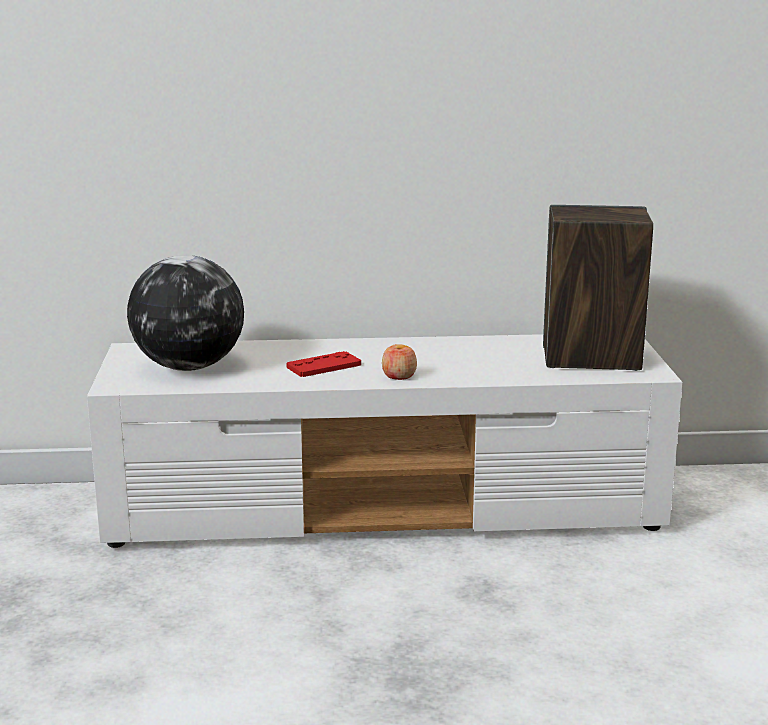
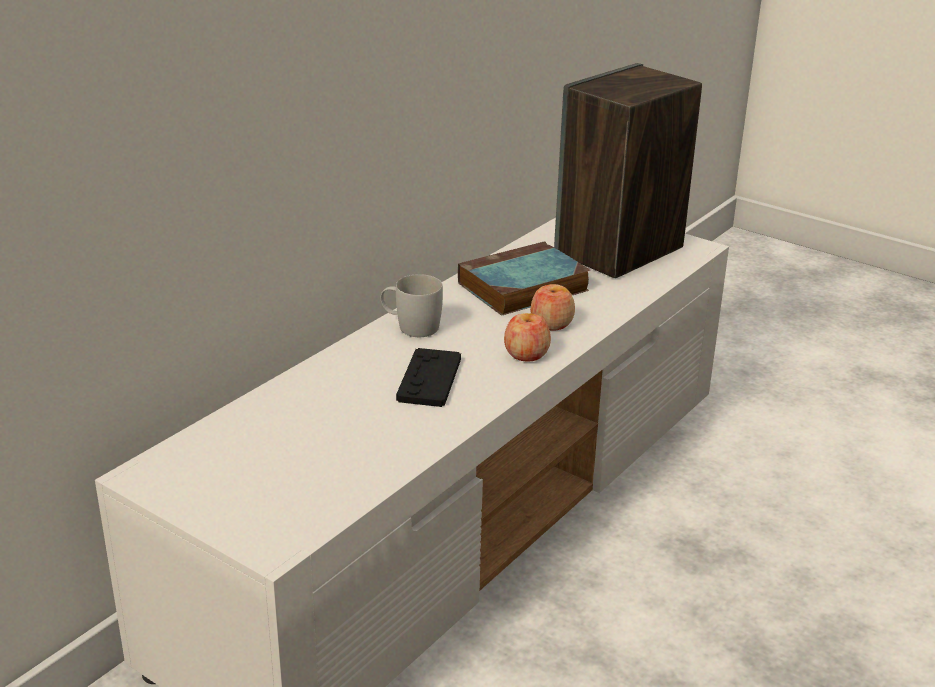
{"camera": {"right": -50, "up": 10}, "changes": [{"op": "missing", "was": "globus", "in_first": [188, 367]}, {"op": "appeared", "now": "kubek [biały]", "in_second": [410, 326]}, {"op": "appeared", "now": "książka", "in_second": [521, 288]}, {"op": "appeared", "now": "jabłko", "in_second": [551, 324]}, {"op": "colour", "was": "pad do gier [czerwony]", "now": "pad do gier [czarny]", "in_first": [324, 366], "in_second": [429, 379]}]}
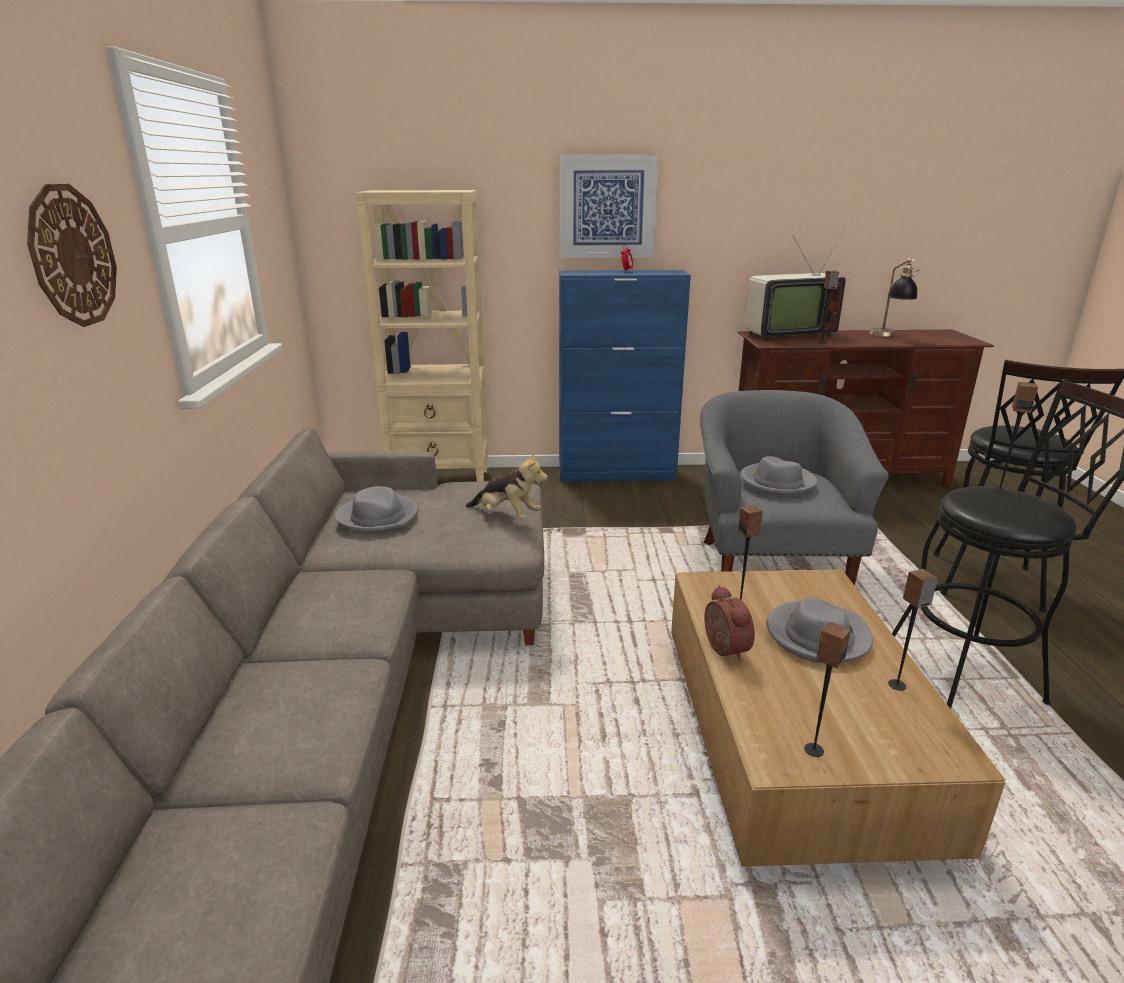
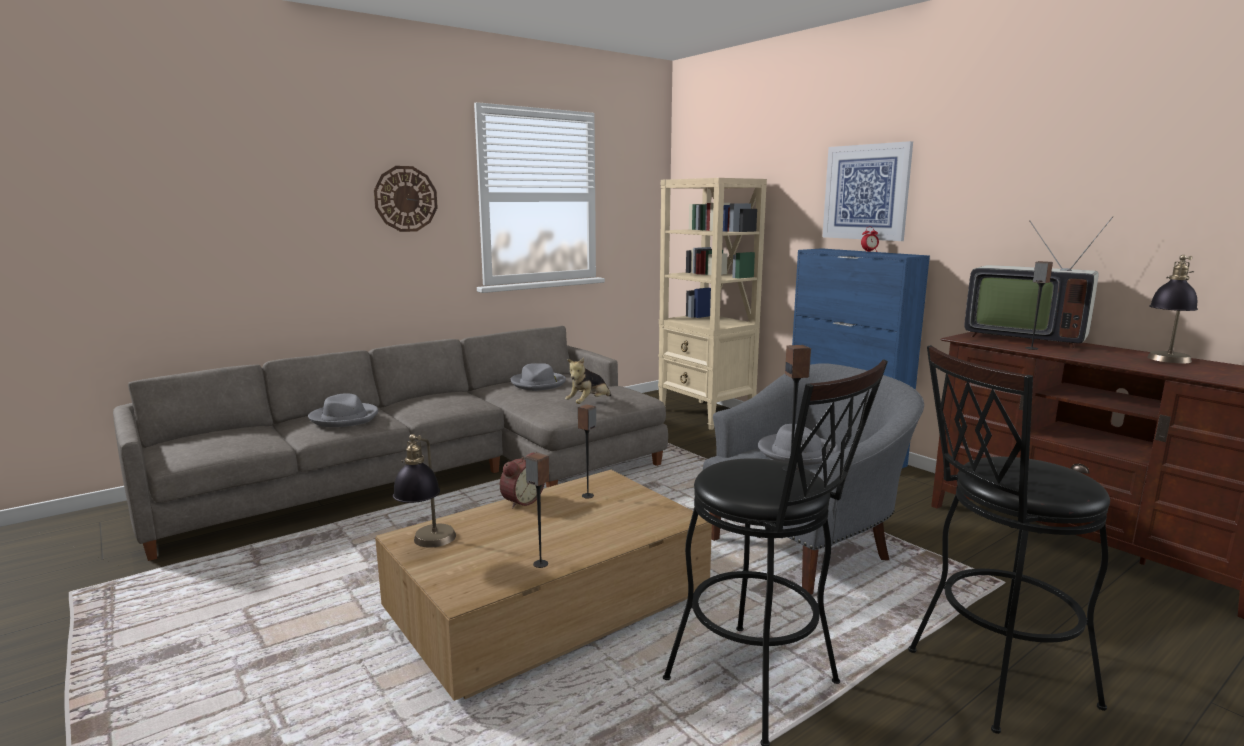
{"camera": {"right": 55, "up": -10}, "changes": [{"op": "relocated", "was": "kapelusz [szary]", "in_first": [817, 636], "in_second": [345, 418]}, {"op": "exchanged", "was": "głośnik", "now": "lampa stołowa", "in_first": [813, 750], "in_second": [428, 546]}, {"op": "spun", "was": "pluszak", "in_first": [506, 515], "in_second": [589, 404], "clockwise": 45}]}
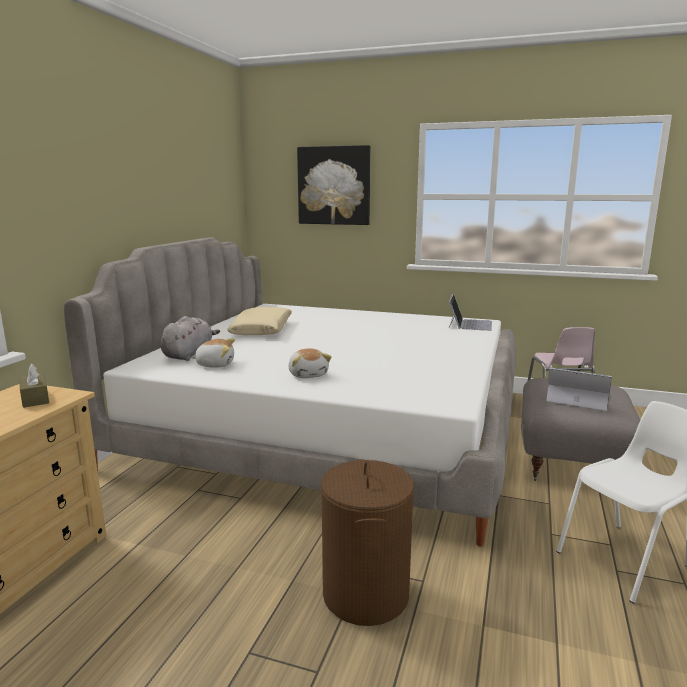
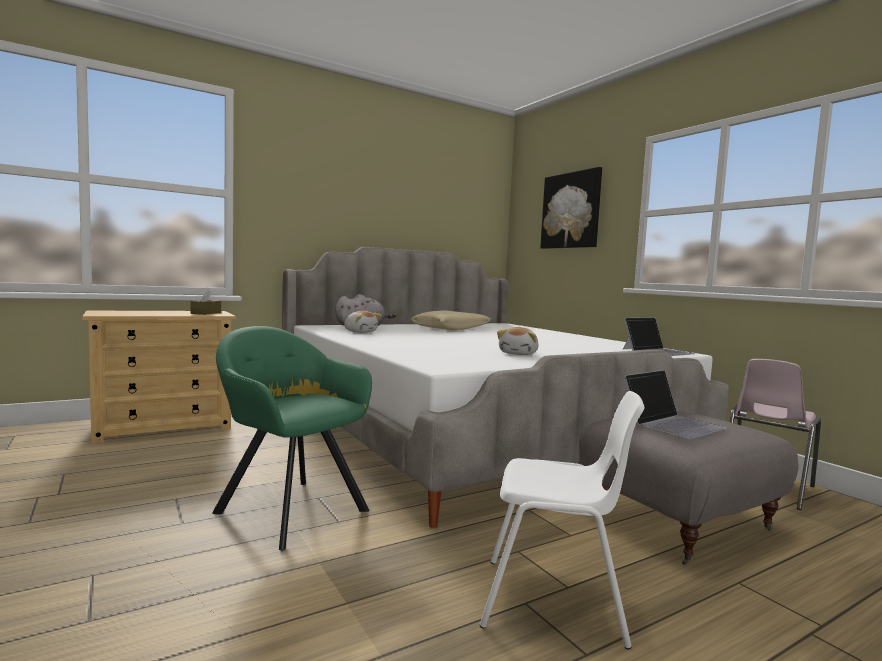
{"camera": {"right": 40, "up": -10}, "changes": [{"op": "relocated", "was": "pluszak", "in_first": [308, 374], "in_second": [519, 354]}, {"op": "exchanged", "was": "kosz na pranie [brązowy]", "now": "fotel [zielony]", "in_first": [365, 594], "in_second": [289, 508]}, {"op": "spun", "was": "laptop", "in_first": [577, 397], "in_second": [672, 424], "clockwise": 75}]}
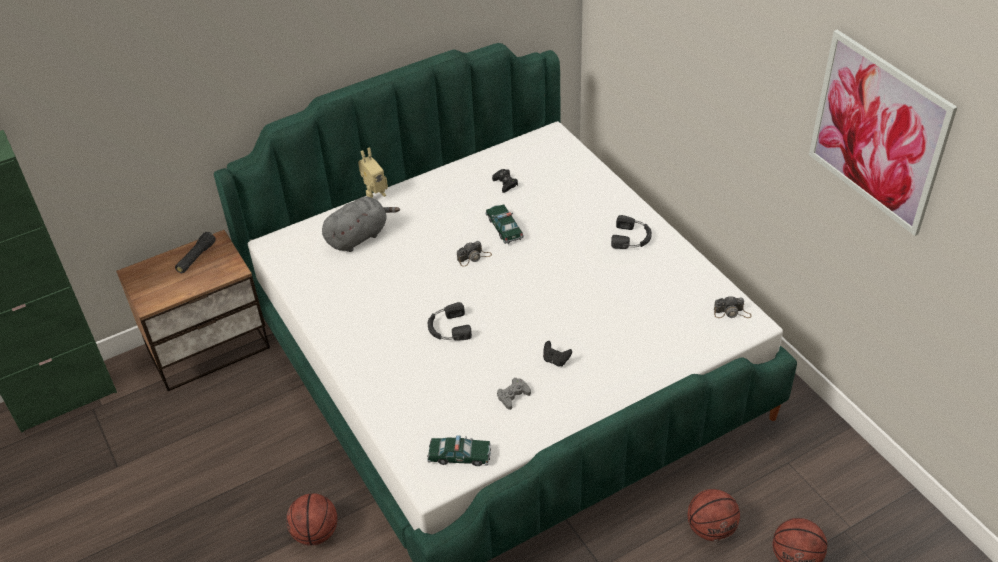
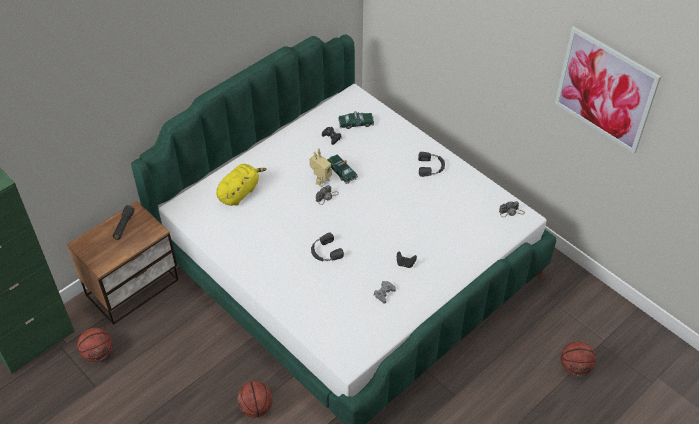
{"camera": {"right": -15, "up": 5}, "changes": [{"op": "relocated", "was": "robot zabawkowy", "in_first": [374, 195], "in_second": [320, 180]}, {"op": "relocated", "was": "samochodzik", "in_first": [459, 456], "in_second": [356, 123]}, {"op": "relocated", "was": "piłka do koszykówki", "in_first": [711, 529], "in_second": [98, 353]}, {"op": "colour", "was": "pluszak [szary]", "now": "pluszak [żółty]", "in_first": [359, 236], "in_second": [239, 192]}]}
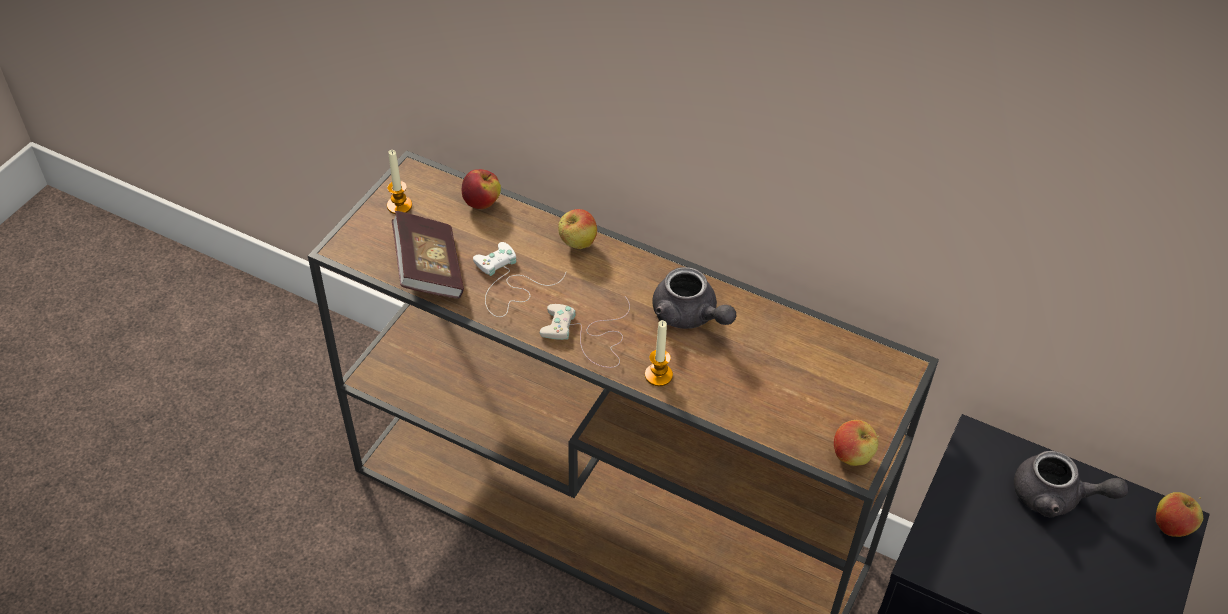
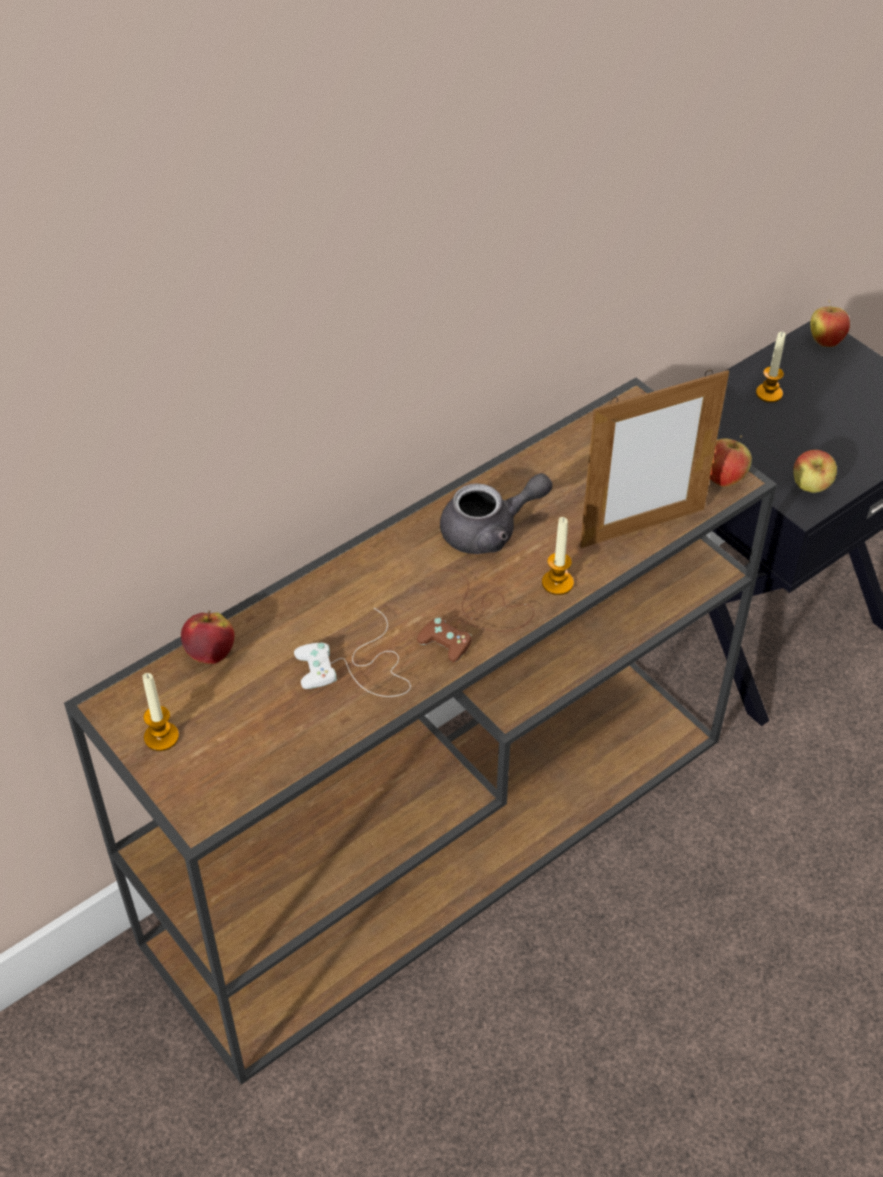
{"camera": {"right": -65, "up": 0}, "changes": [{"op": "missing", "was": "książka", "in_first": [429, 270]}, {"op": "appeared", "now": "ramka na zdjęcie", "in_second": [642, 527]}, {"op": "relocated", "was": "jabłko", "in_first": [577, 244], "in_second": [810, 488]}, {"op": "exchanged", "was": "imbryk [szary]", "now": "świeca", "in_first": [1056, 497], "in_second": [769, 393]}, {"op": "colour", "was": "pad do gier [biały]", "now": "pad do gier [brązowy]", "in_first": [589, 336], "in_second": [475, 621]}]}
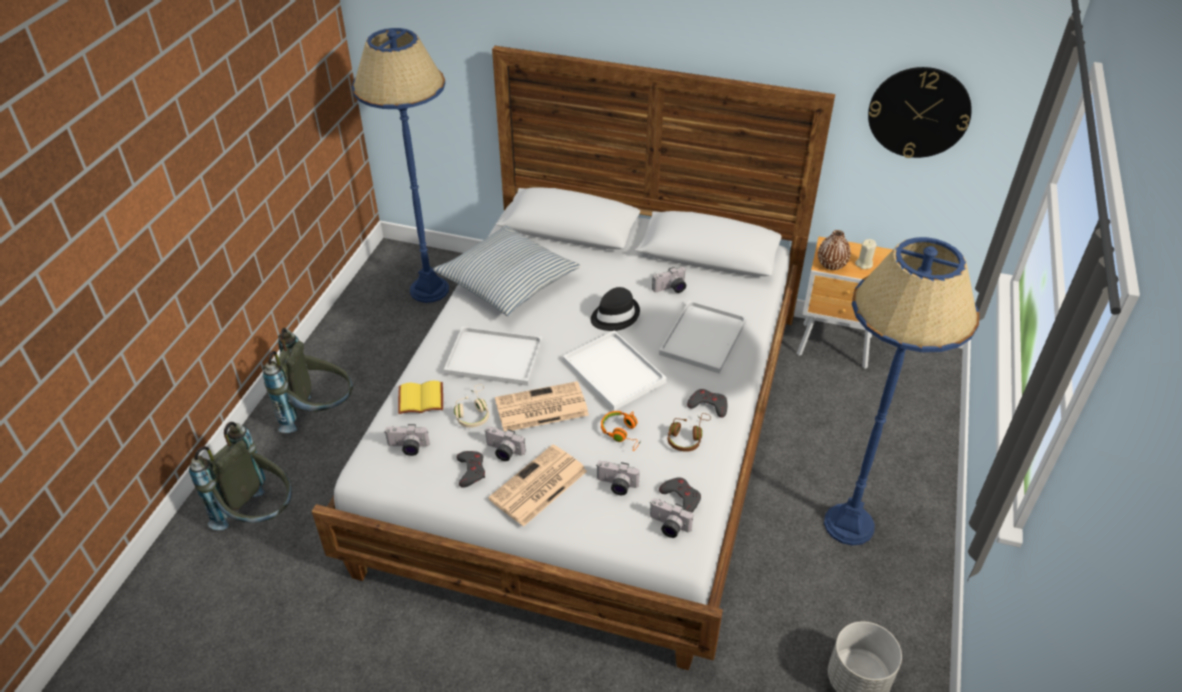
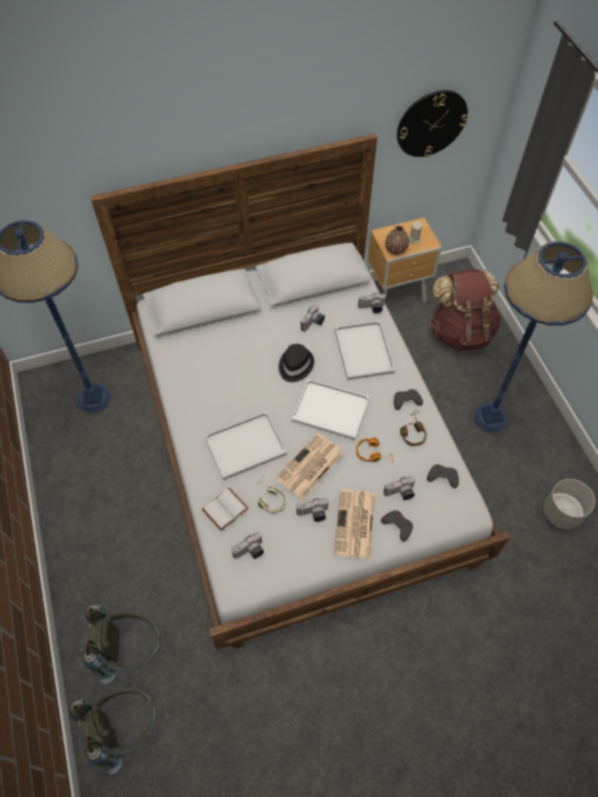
{"camera": {"right": -35, "up": 15}, "changes": [{"op": "missing", "was": "poduszka", "in_first": [507, 281]}, {"op": "appeared", "now": "plecak [brązowy]", "in_second": [460, 332]}, {"op": "relocated", "was": "plecak [szary]", "in_first": [319, 414], "in_second": [125, 728]}, {"op": "relocated", "was": "pad do gier [szary]", "in_first": [471, 471], "in_second": [397, 525]}, {"op": "relocated", "was": "aparat fotograficzny", "in_first": [668, 527], "in_second": [372, 308]}, {"op": "colour", "was": "książka [żółty]", "now": "książka [biały]", "in_first": [420, 400], "in_second": [225, 510]}]}
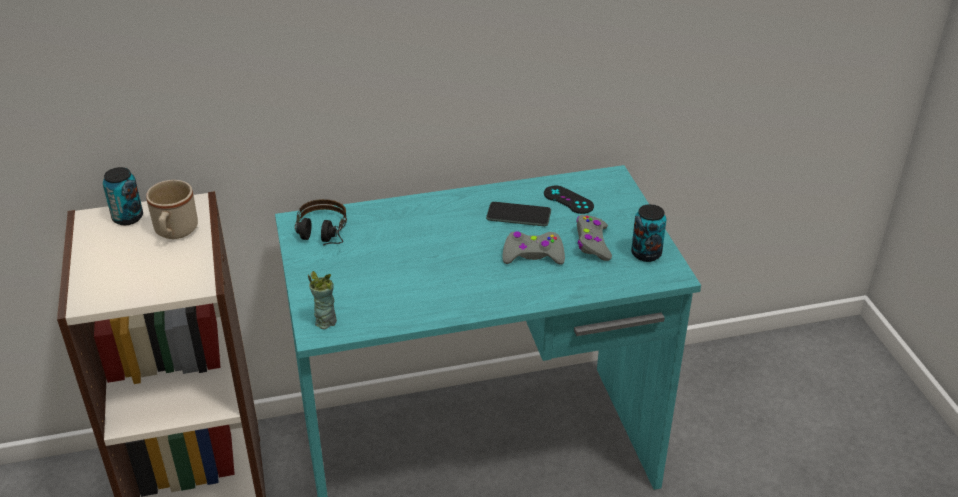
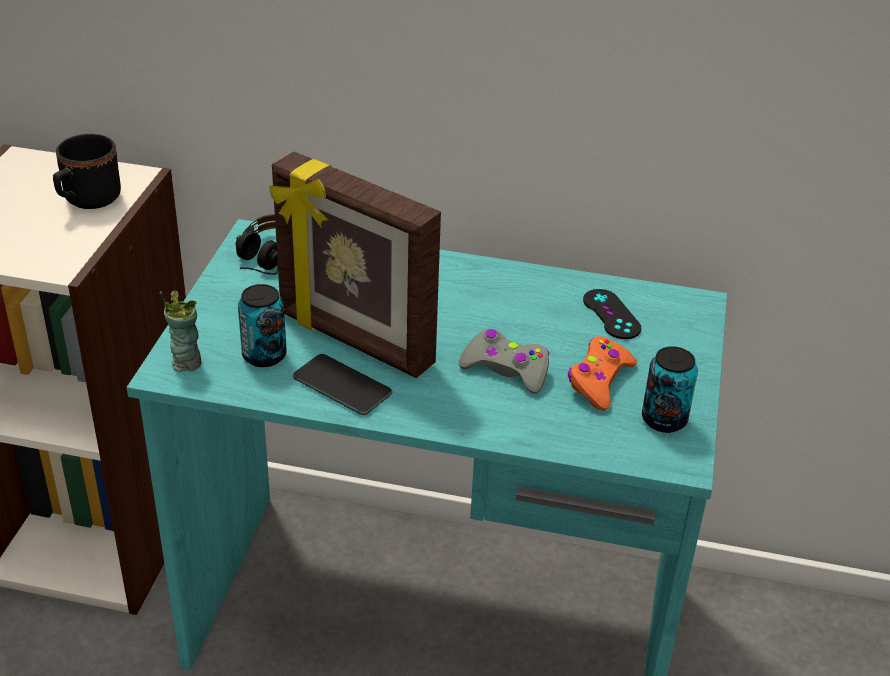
{"camera": {"right": 25, "up": 0}, "changes": [{"op": "appeared", "now": "ramka na zdjęcie", "in_second": [354, 341]}, {"op": "relocated", "was": "puszka", "in_first": [128, 217], "in_second": [264, 355]}, {"op": "relocated", "was": "telefon", "in_first": [518, 215], "in_second": [342, 385]}, {"op": "colour", "was": "kubek [beżowy]", "now": "kubek [czarny]", "in_first": [175, 233], "in_second": [87, 201]}, {"op": "colour", "was": "pad do gier [szary]", "now": "pad do gier [pomarańczowy]", "in_first": [592, 243], "in_second": [599, 381]}]}
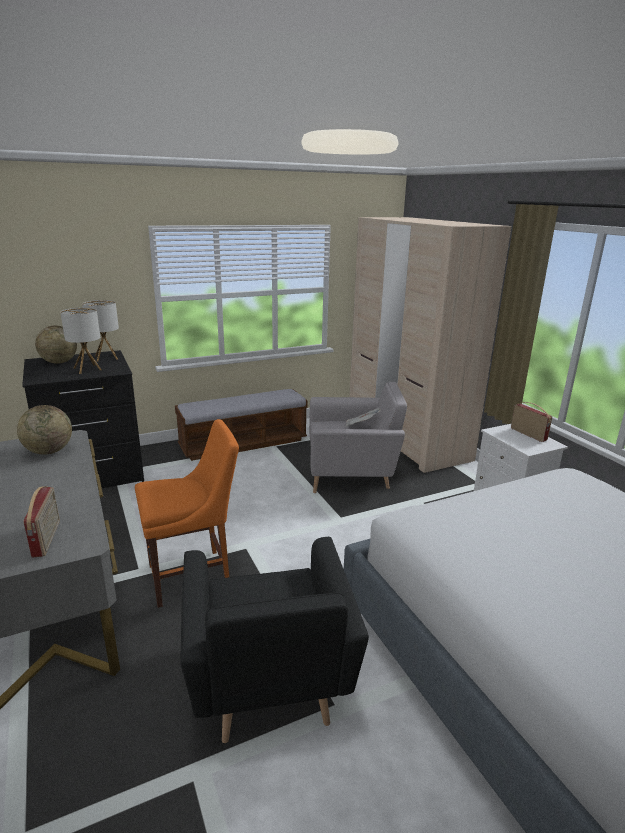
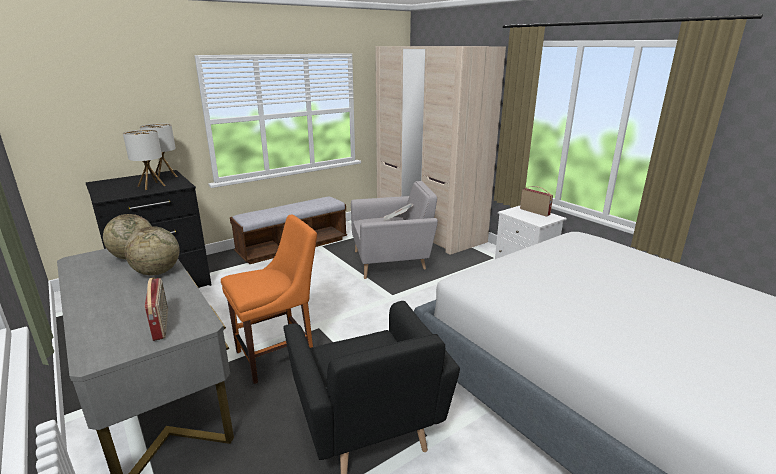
{"camera": {"right": -10, "up": 0}, "changes": [{"op": "relocated", "was": "globus", "in_first": [59, 362], "in_second": [157, 272]}]}
